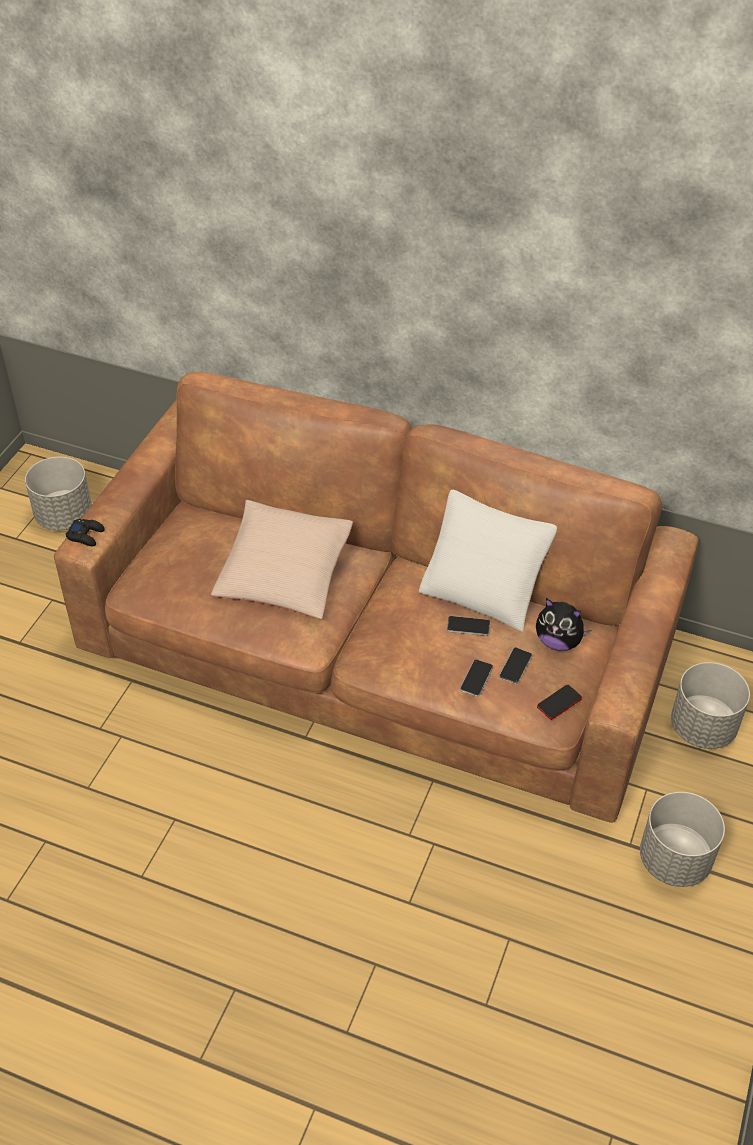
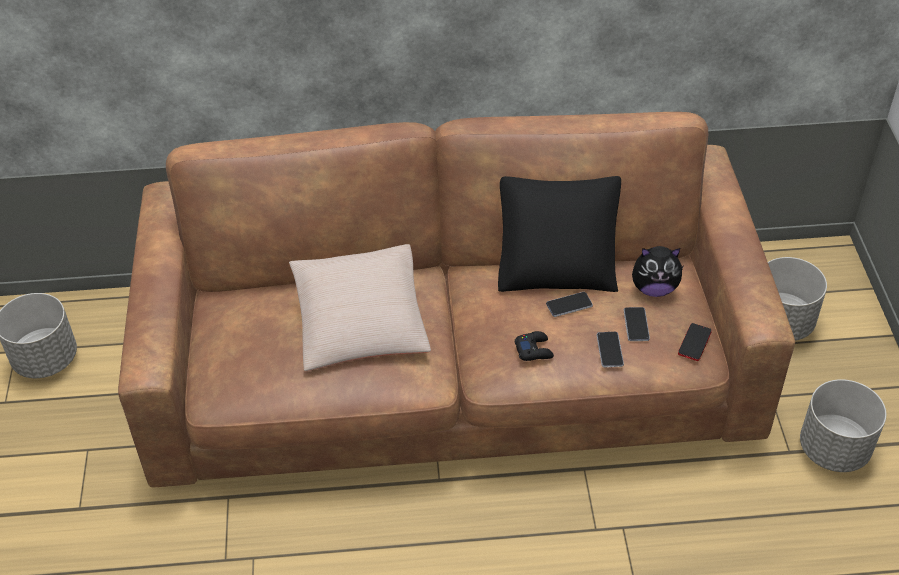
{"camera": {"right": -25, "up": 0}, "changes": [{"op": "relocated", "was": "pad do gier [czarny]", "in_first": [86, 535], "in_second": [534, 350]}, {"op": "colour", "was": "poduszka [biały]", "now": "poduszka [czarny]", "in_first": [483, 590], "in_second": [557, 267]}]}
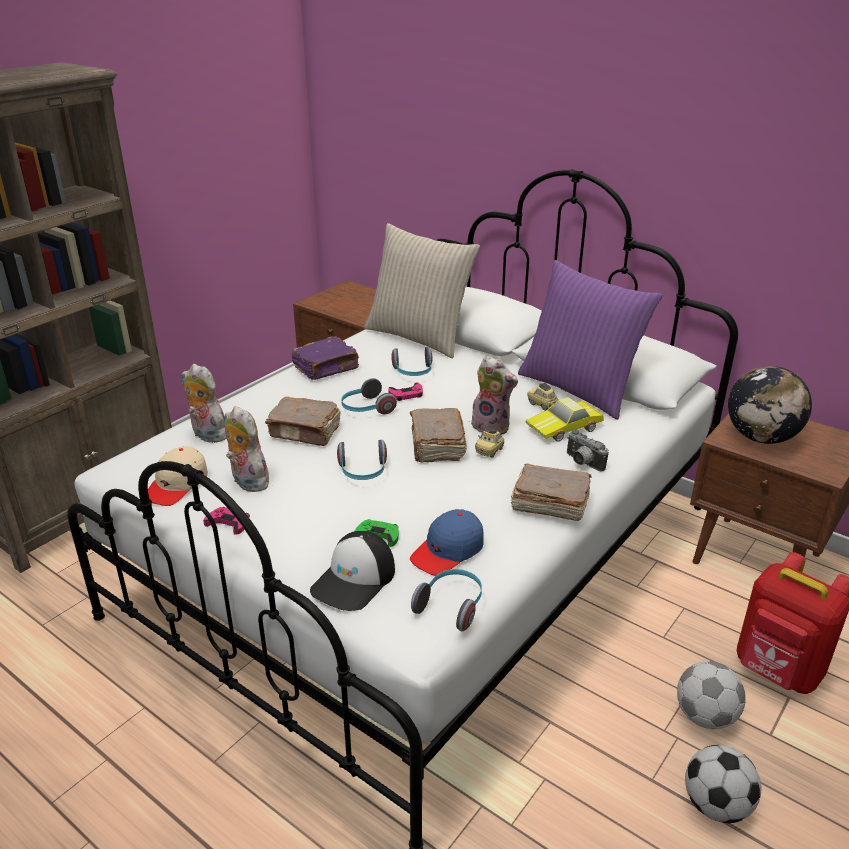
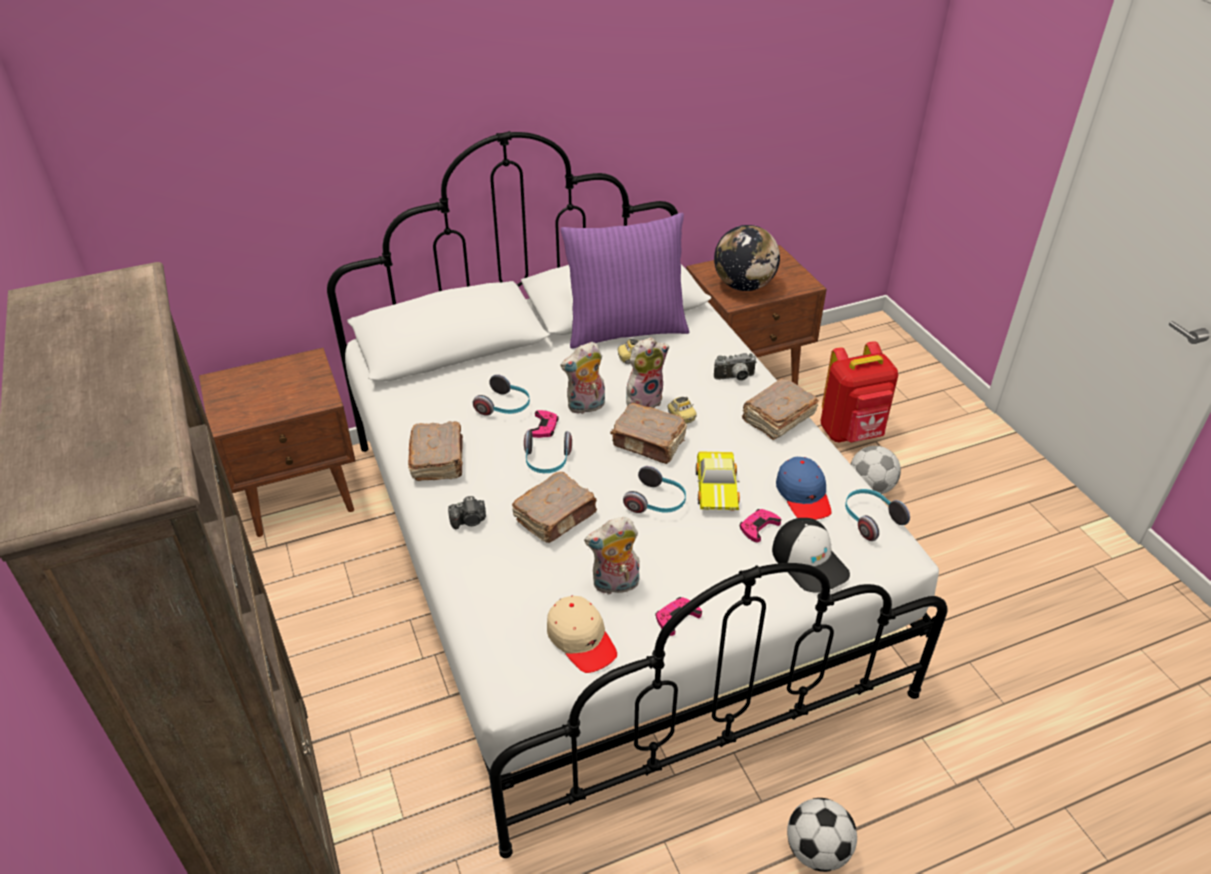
{"camera": {"right": -60, "up": 10}, "changes": [{"op": "missing", "was": "poduszka [beżowy]", "in_first": [419, 337]}, {"op": "appeared", "now": "aparat fotograficzny", "in_second": [469, 521]}, {"op": "relocated", "was": "pluszak", "in_first": [207, 435], "in_second": [586, 407]}, {"op": "relocated", "was": "samochodzik", "in_first": [565, 428], "in_second": [718, 487]}, {"op": "relocated", "was": "piłka futbolowa", "in_first": [715, 805], "in_second": [817, 851]}, {"op": "colour", "was": "książka [fioletowy]", "now": "książka [brązowy]", "in_first": [326, 368], "in_second": [438, 460]}, {"op": "colour", "was": "pad do gier [zielony]", "now": "pad do gier [różowy]", "in_first": [378, 535], "in_second": [758, 527]}]}
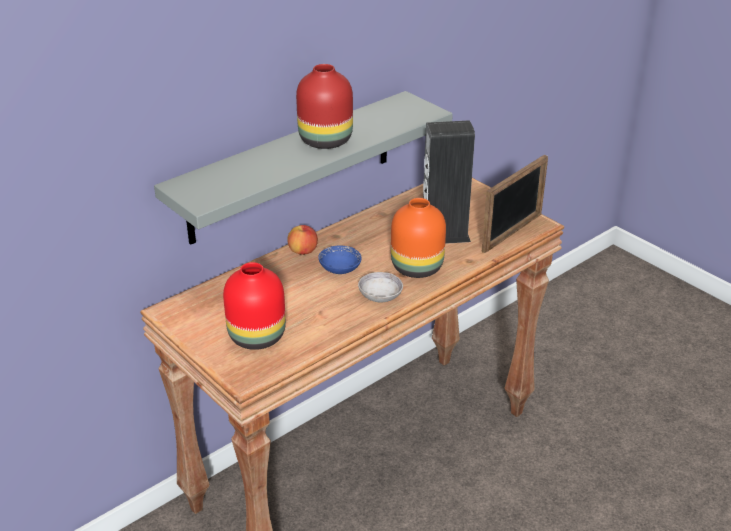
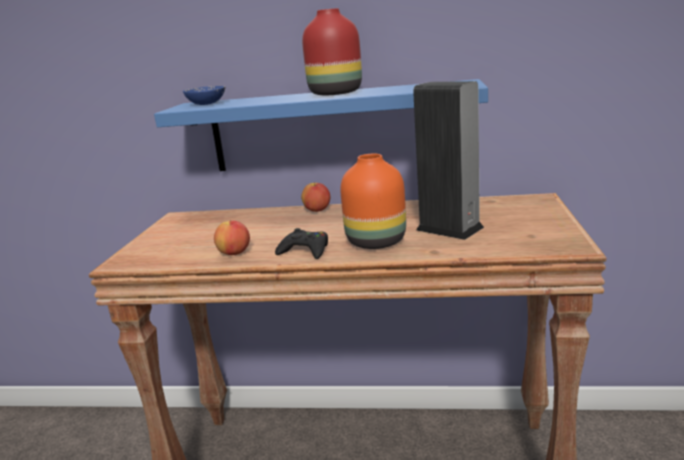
{"camera": {"right": 50, "up": -15}, "changes": [{"op": "missing", "was": "wazon [czerwony]", "in_first": [257, 335]}, {"op": "missing", "was": "ramka na zdjęcie", "in_first": [512, 233]}, {"op": "appeared", "now": "jabłko", "in_second": [234, 253]}, {"op": "relocated", "was": "miska [niebieski]", "in_first": [340, 269], "in_second": [206, 104]}, {"op": "exchanged", "was": "miska [szary]", "now": "pad do gier [czarny]", "in_first": [380, 297], "in_second": [305, 250]}, {"op": "colour", "was": "półka [szary]", "now": "półka [niebieski]", "in_first": [292, 167], "in_second": [329, 128]}]}
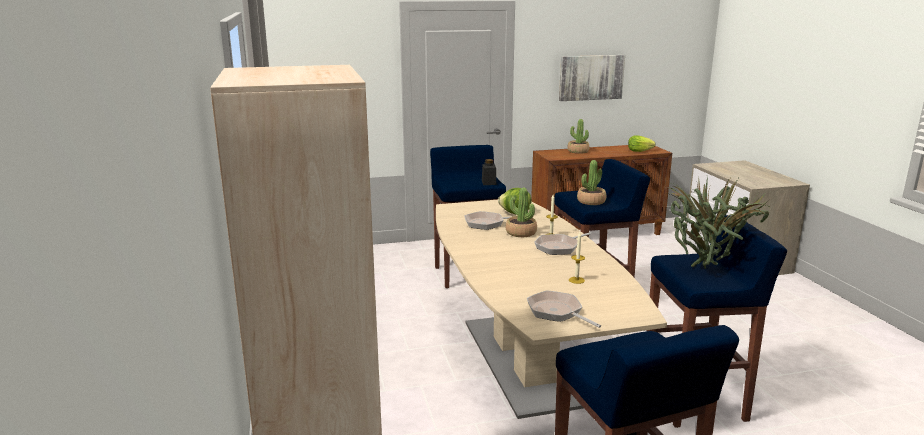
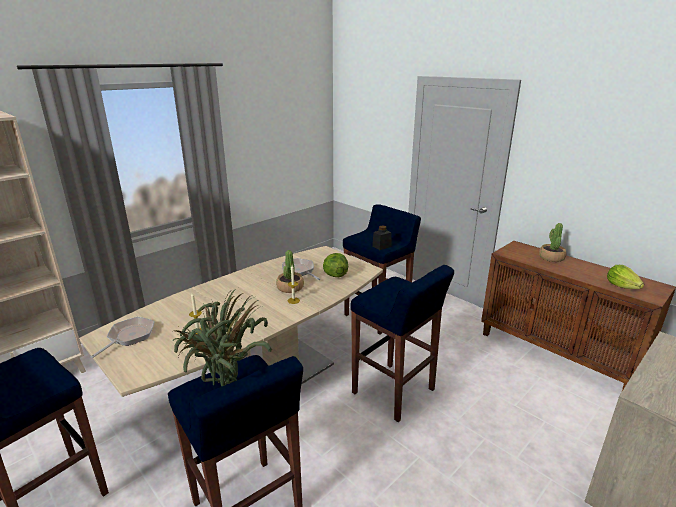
{"camera": {"right": 60, "up": 5}, "changes": [{"op": "missing", "was": "patelnia", "in_first": [559, 247]}, {"op": "missing", "was": "obraz", "in_first": [591, 77]}, {"op": "missing", "was": "roślina doniczkowa", "in_first": [591, 201]}]}
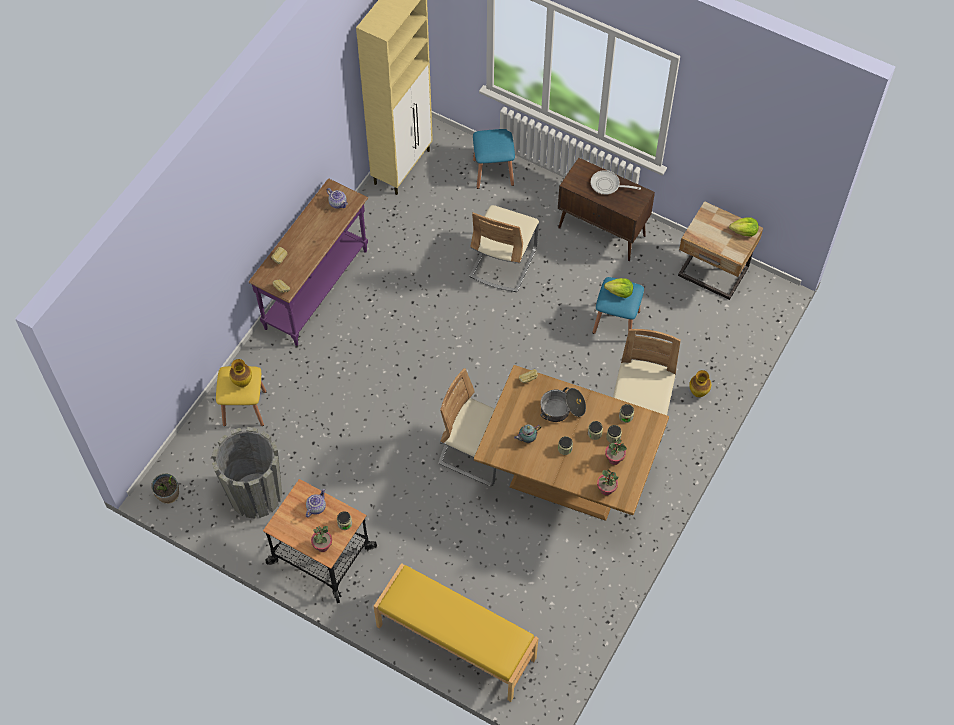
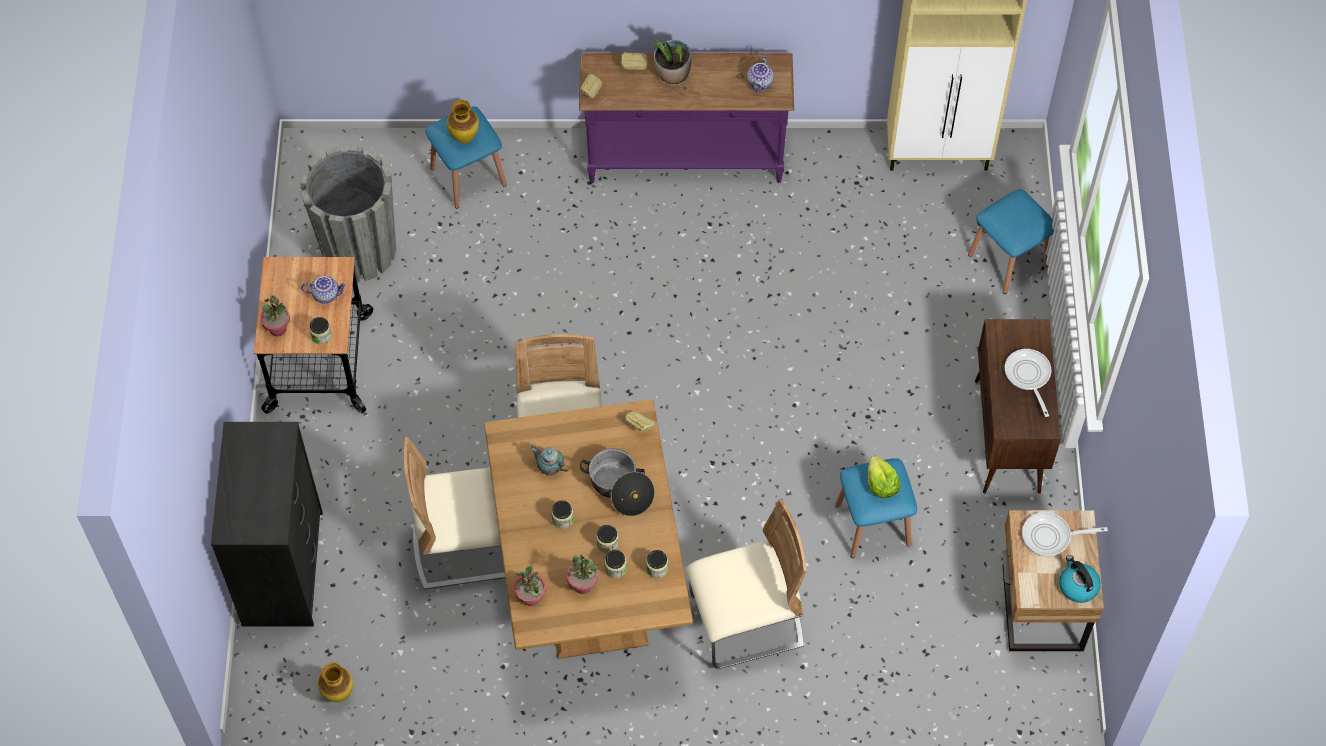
{"camera": {"right": 60, "up": 0}, "changes": [{"op": "appeared", "now": "patelnia", "in_second": [1050, 537]}, {"op": "relocated", "was": "roślina doniczkowa", "in_first": [168, 495], "in_second": [672, 75]}, {"op": "relocated", "was": "krzesło [beżowy]", "in_first": [503, 262], "in_second": [465, 546]}, {"op": "relocated", "was": "wazon", "in_first": [698, 393], "in_second": [339, 694]}, {"op": "exchanged", "was": "ławka [żółty]", "now": "komoda [czarny]", "in_first": [455, 643], "in_second": [284, 568]}, {"op": "exchanged", "was": "sałata", "now": "czajnik", "in_first": [744, 232], "in_second": [1077, 586]}, {"op": "colour", "was": "stołek [żółty]", "now": "stołek [niebieski]", "in_first": [244, 408], "in_second": [468, 176]}]}
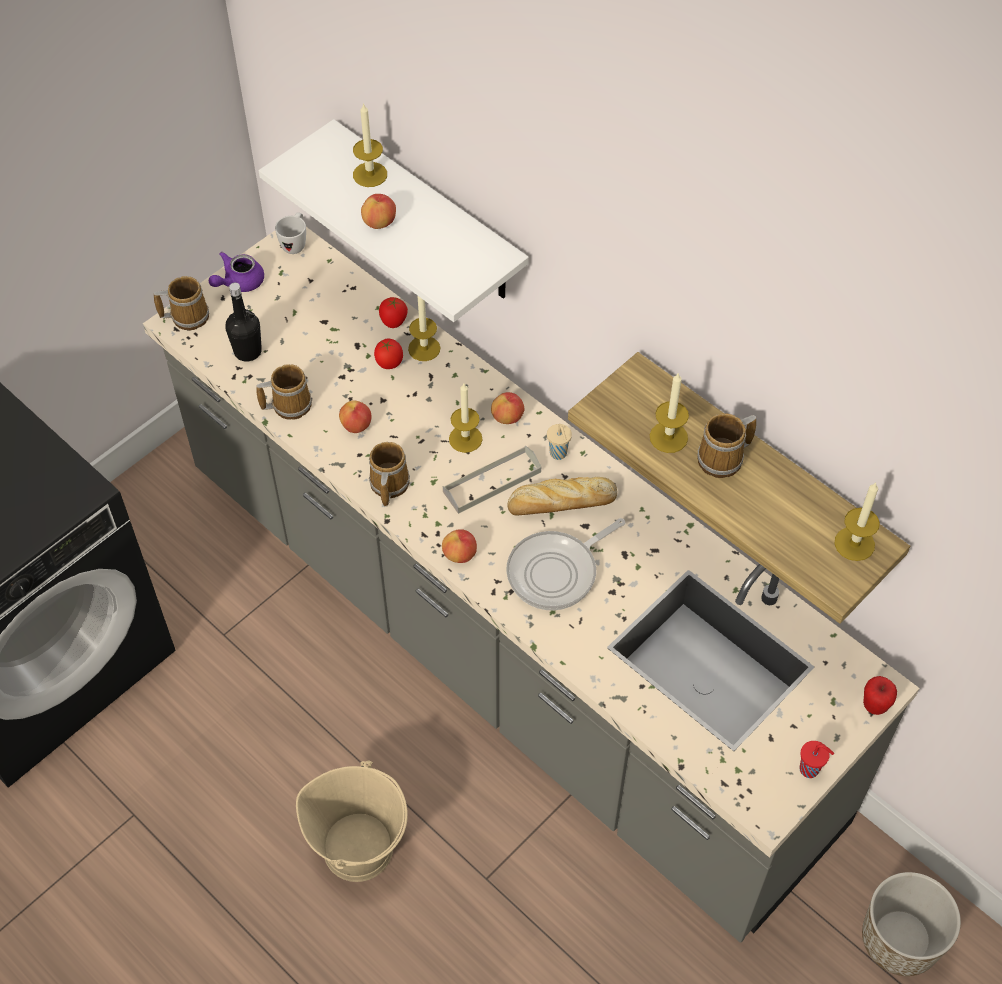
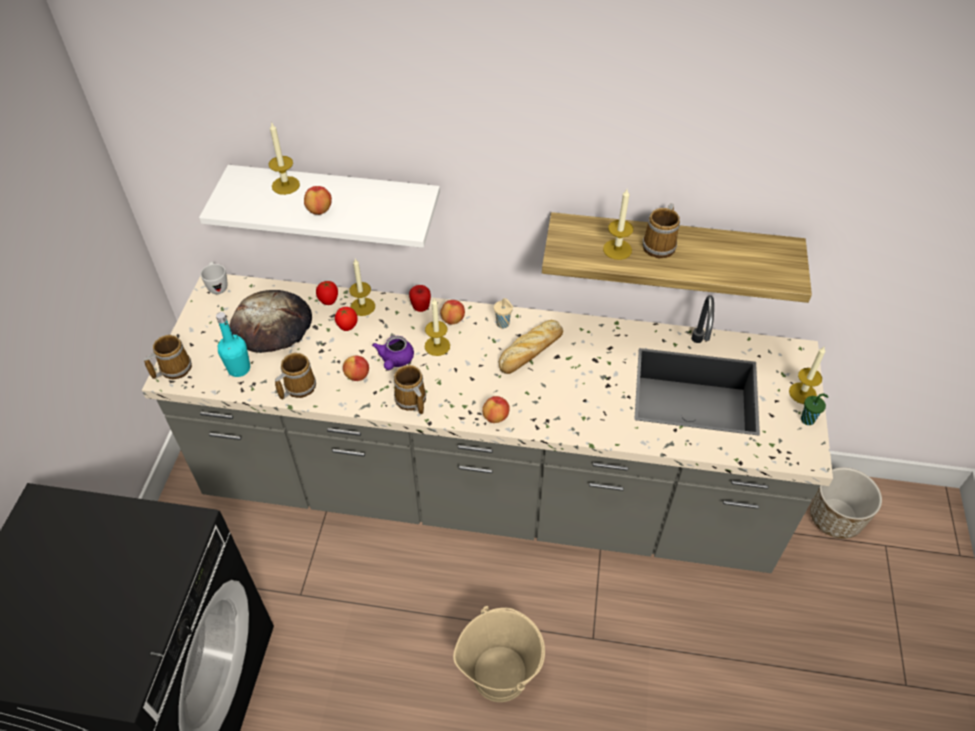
{"camera": {"right": -35, "up": -5}, "changes": [{"op": "missing", "was": "taca [szary]", "in_first": [492, 482]}, {"op": "missing", "was": "patelnia", "in_first": [557, 572]}, {"op": "appeared", "now": "chleb", "in_second": [272, 325]}, {"op": "relocated", "was": "imbryk [fioletowy]", "in_first": [239, 282], "in_second": [395, 360]}, {"op": "relocated", "was": "świeca", "in_first": [854, 543], "in_second": [802, 393]}, {"op": "relocated", "was": "jabłko", "in_first": [875, 705], "in_second": [421, 307]}, {"op": "colour", "was": "butelka [czarny]", "now": "butelka [turkusowy]", "in_first": [248, 351], "in_second": [239, 369]}, {"op": "colour", "was": "filiżanka [czerwony]", "now": "filiżanka [zielony]", "in_first": [810, 769], "in_second": [808, 419]}]}
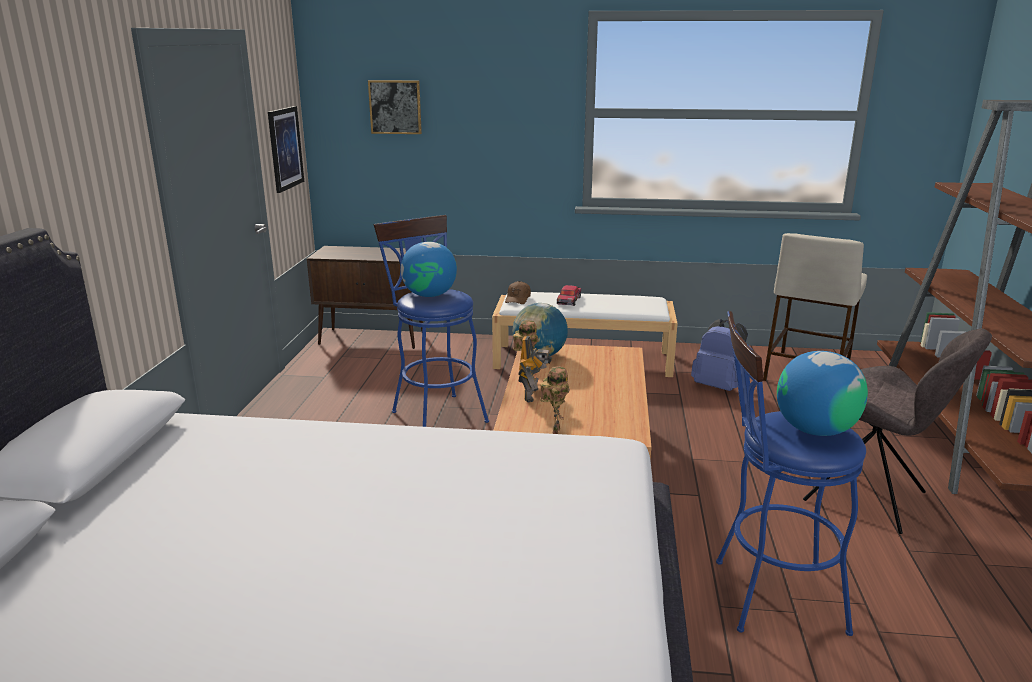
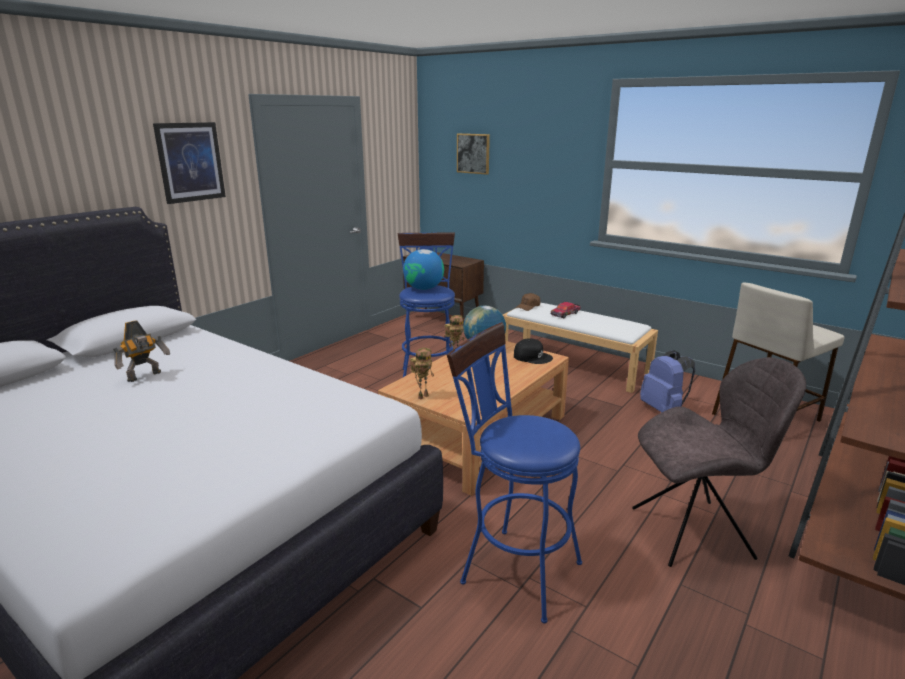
{"camera": {"right": 30, "up": 0}, "changes": [{"op": "missing", "was": "globus", "in_first": [815, 430]}, {"op": "appeared", "now": "czapka z daszkiem [czarny]", "in_second": [532, 357]}, {"op": "relocated", "was": "obraz", "in_first": [285, 148], "in_second": [190, 162]}, {"op": "relocated", "was": "robot zabawkowy", "in_first": [533, 395], "in_second": [145, 376]}, {"op": "spun", "was": "krzesło [szary]", "in_first": [869, 498], "in_second": [695, 532], "clockwise": -75}]}
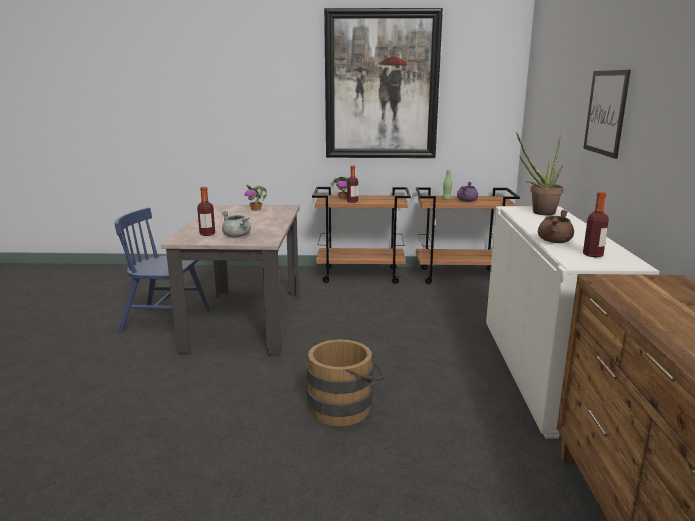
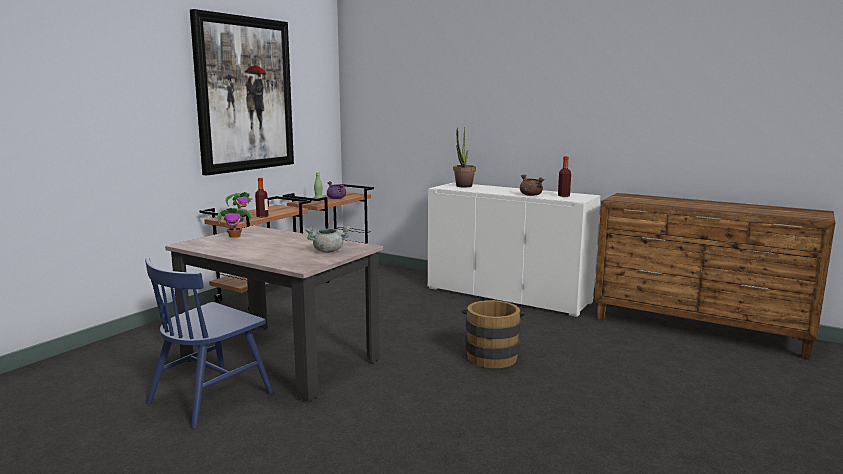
{"camera": {"right": -60, "up": -5}, "changes": [{"op": "missing", "was": "butelka", "in_first": [207, 234]}, {"op": "missing", "was": "obraz", "in_first": [606, 112]}]}
